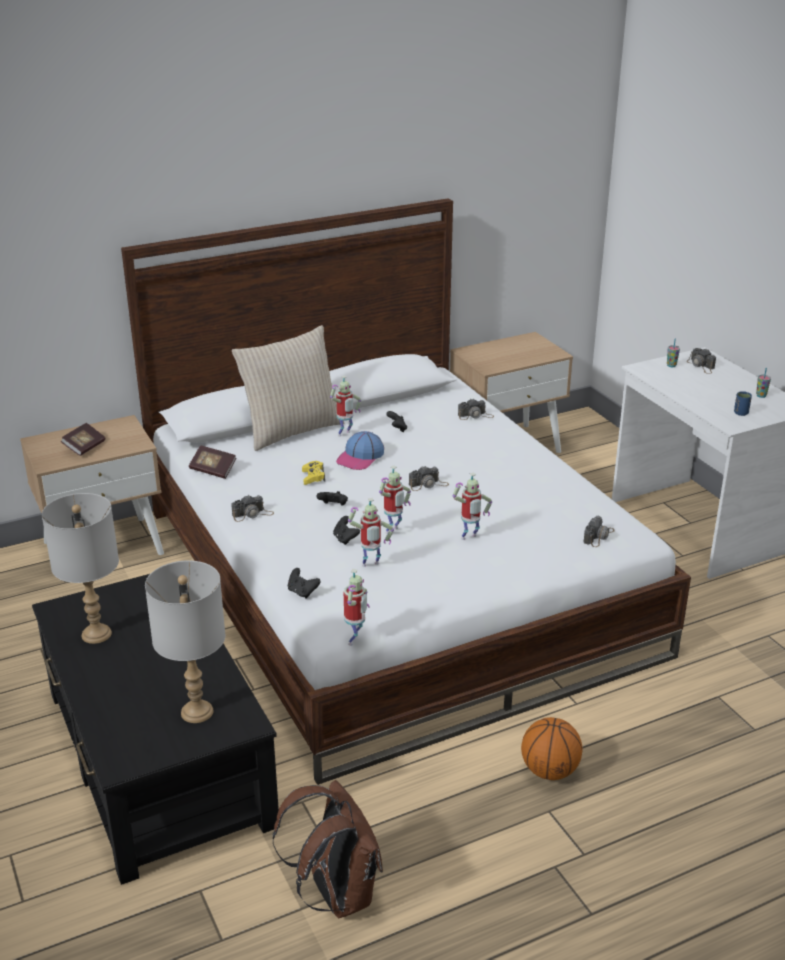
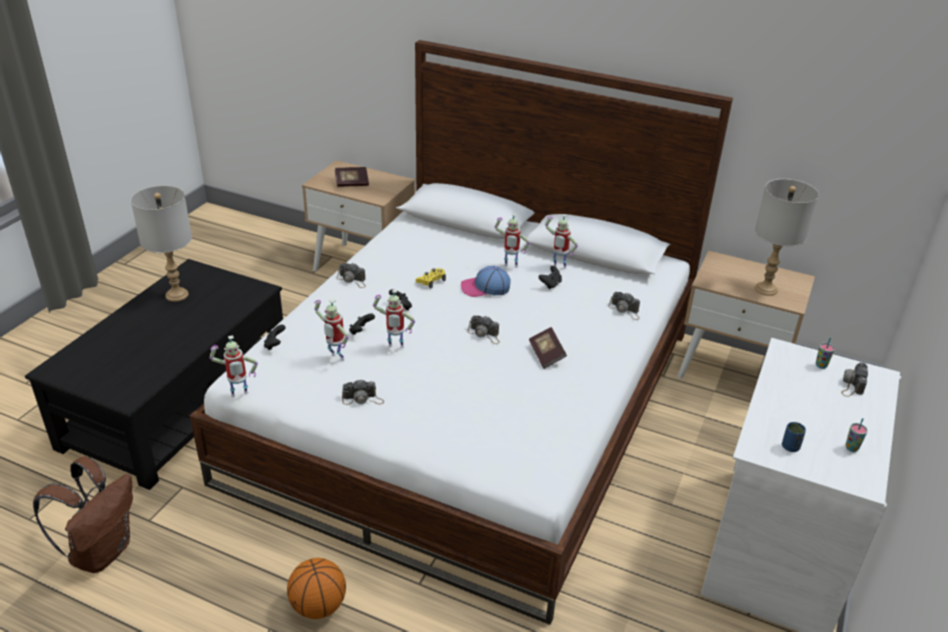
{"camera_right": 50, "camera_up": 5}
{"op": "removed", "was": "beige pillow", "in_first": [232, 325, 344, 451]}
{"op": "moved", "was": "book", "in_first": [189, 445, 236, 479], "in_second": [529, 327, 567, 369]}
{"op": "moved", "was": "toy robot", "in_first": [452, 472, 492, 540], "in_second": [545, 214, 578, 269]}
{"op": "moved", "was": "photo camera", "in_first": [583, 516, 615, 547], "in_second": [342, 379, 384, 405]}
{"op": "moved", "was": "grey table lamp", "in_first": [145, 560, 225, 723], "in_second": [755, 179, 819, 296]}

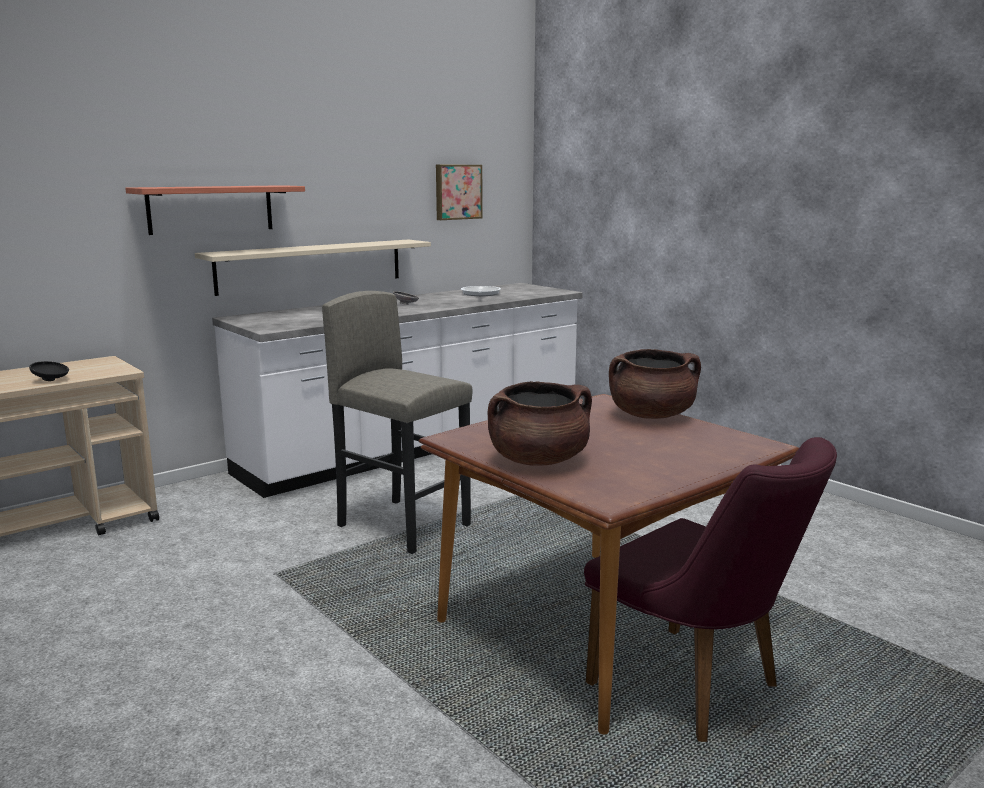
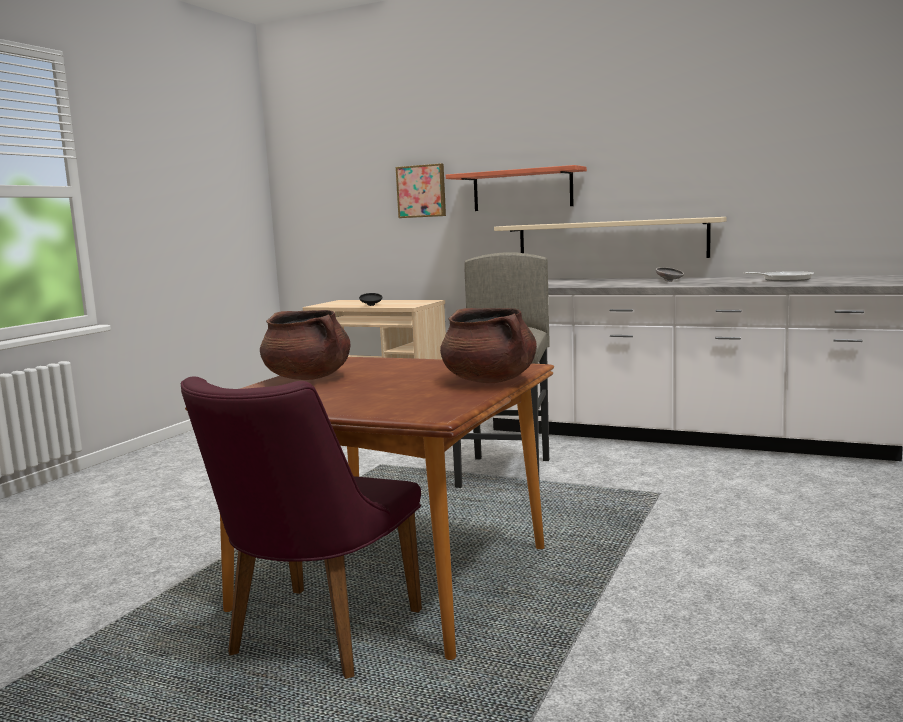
{"camera_right": 65, "camera_up": -5}
{"op": "moved", "was": "picture", "in_first": [436, 165, 482, 220], "in_second": [396, 163, 446, 218]}

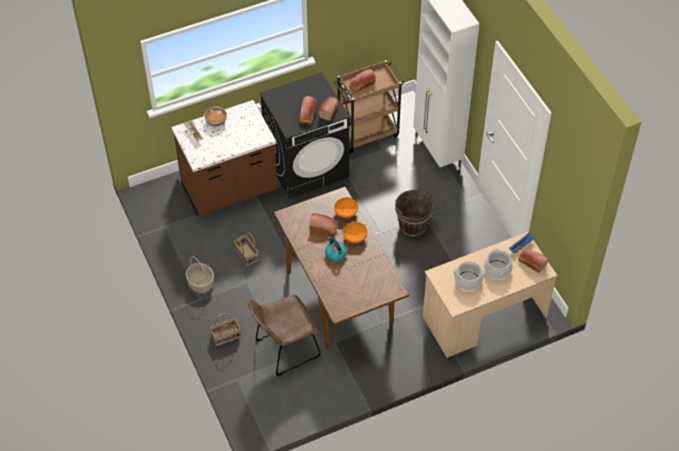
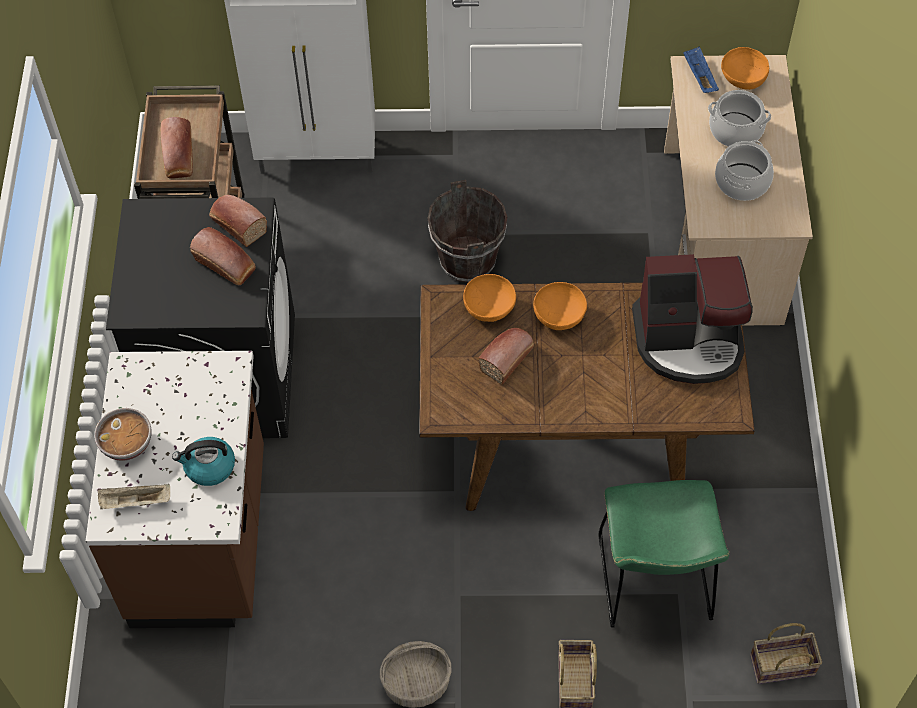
{"camera_right": -65, "camera_up": 5}
{"op": "moved", "was": "basket", "in_first": [233, 233, 259, 266], "in_second": [750, 623, 822, 684]}
{"op": "moved", "was": "kettle", "in_first": [325, 237, 347, 262], "in_second": [172, 437, 235, 486]}
{"op": "replaced", "was": "bread", "now": "orange bowl", "in_first": [518, 249, 548, 273], "in_second": [721, 47, 769, 90]}
{"op": "recoloured", "was": "brown chair", "now": "green chair", "in_first": [247, 295, 320, 376], "in_second": [598, 480, 729, 628]}
{"op": "added", "now": "coffee machine", "in_second": [632, 254, 753, 384]}

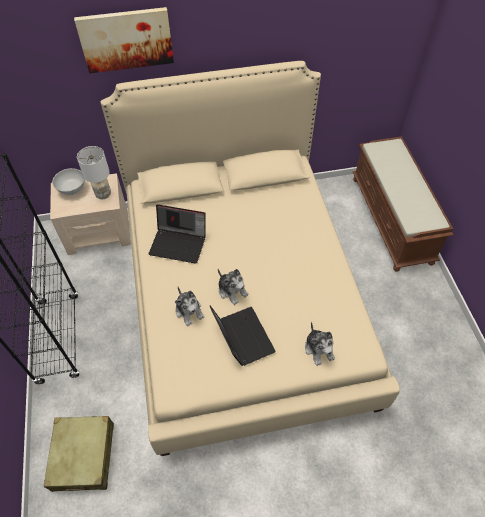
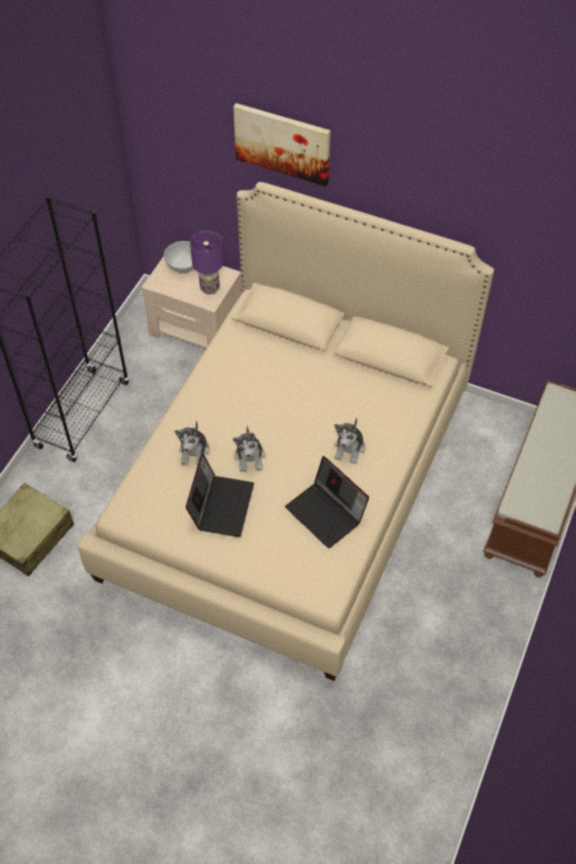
{"camera_right": 35, "camera_up": 0}
{"op": "recoloured", "was": "white table lamp", "now": "purple table lamp", "in_first": [77, 146, 111, 199], "in_second": [190, 230, 223, 294]}
{"op": "moved", "was": "laptop", "in_first": [148, 204, 206, 264], "in_second": [285, 456, 369, 548]}
{"op": "moved", "was": "plush toy", "in_first": [305, 322, 335, 366], "in_second": [334, 417, 365, 464]}

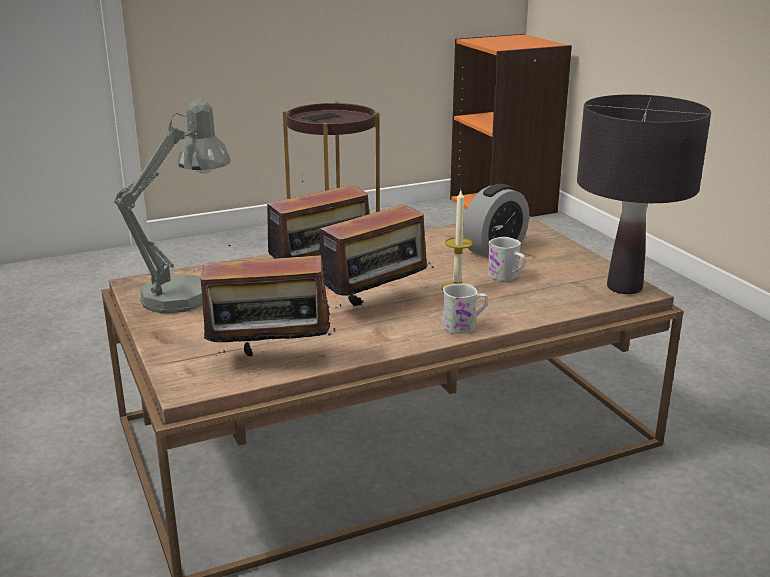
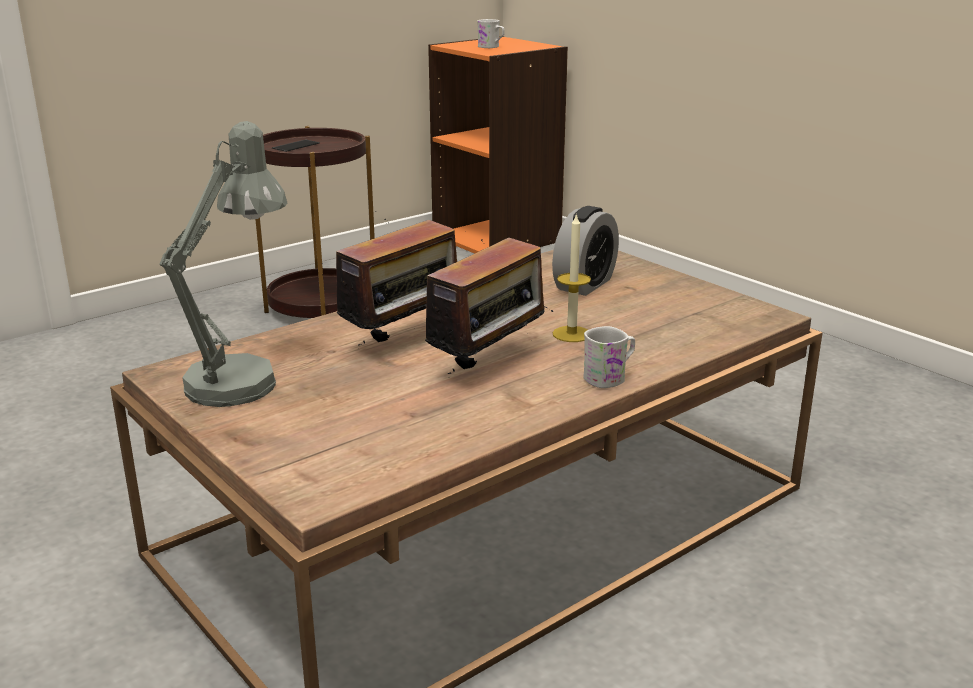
{"camera_right": -15, "camera_up": 0}
{"op": "removed", "was": "black table lamp", "in_first": [577, 94, 711, 294]}
{"op": "removed", "was": "radio", "in_first": [195, 235, 336, 356]}
{"op": "moved", "was": "white mug", "in_first": [488, 237, 525, 281], "in_second": [477, 19, 505, 48]}

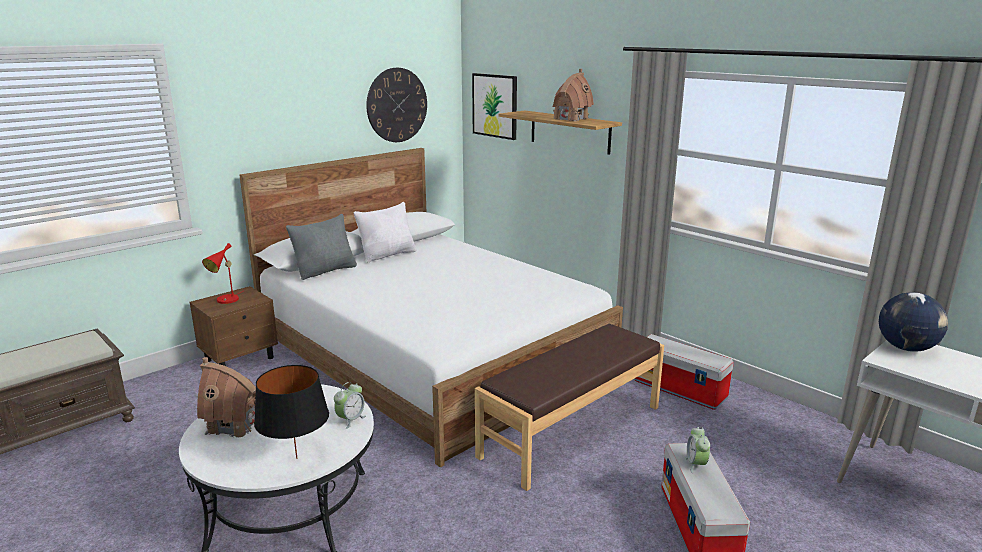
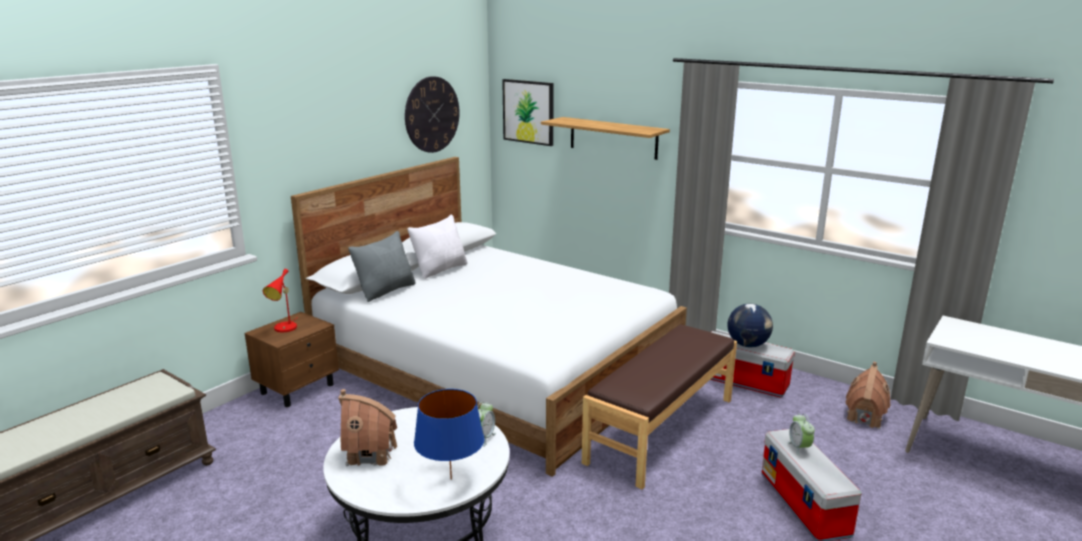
{"camera_right": -10, "camera_up": 0}
{"op": "moved", "was": "toy house", "in_first": [553, 69, 594, 121], "in_second": [846, 362, 890, 429]}
{"op": "moved", "was": "globe", "in_first": [879, 292, 948, 352], "in_second": [728, 304, 773, 347]}
{"op": "recoloured", "was": "black table lamp", "now": "blue table lamp", "in_first": [254, 365, 329, 459], "in_second": [414, 389, 484, 480]}

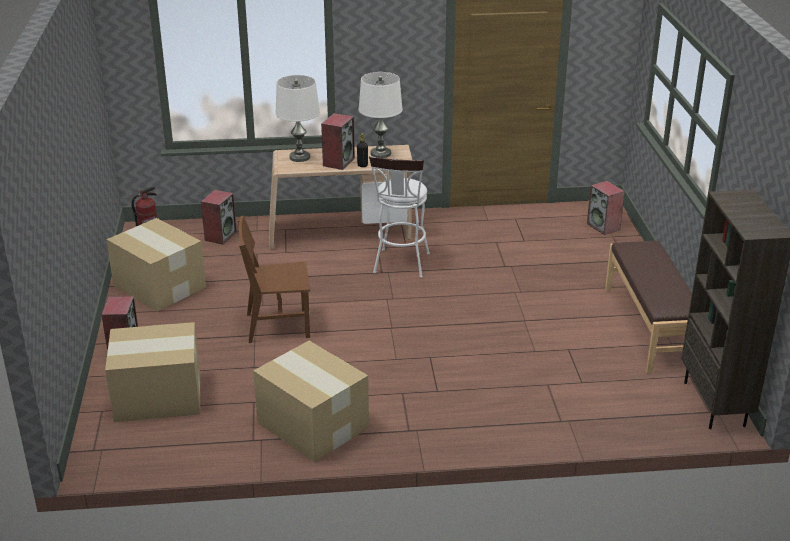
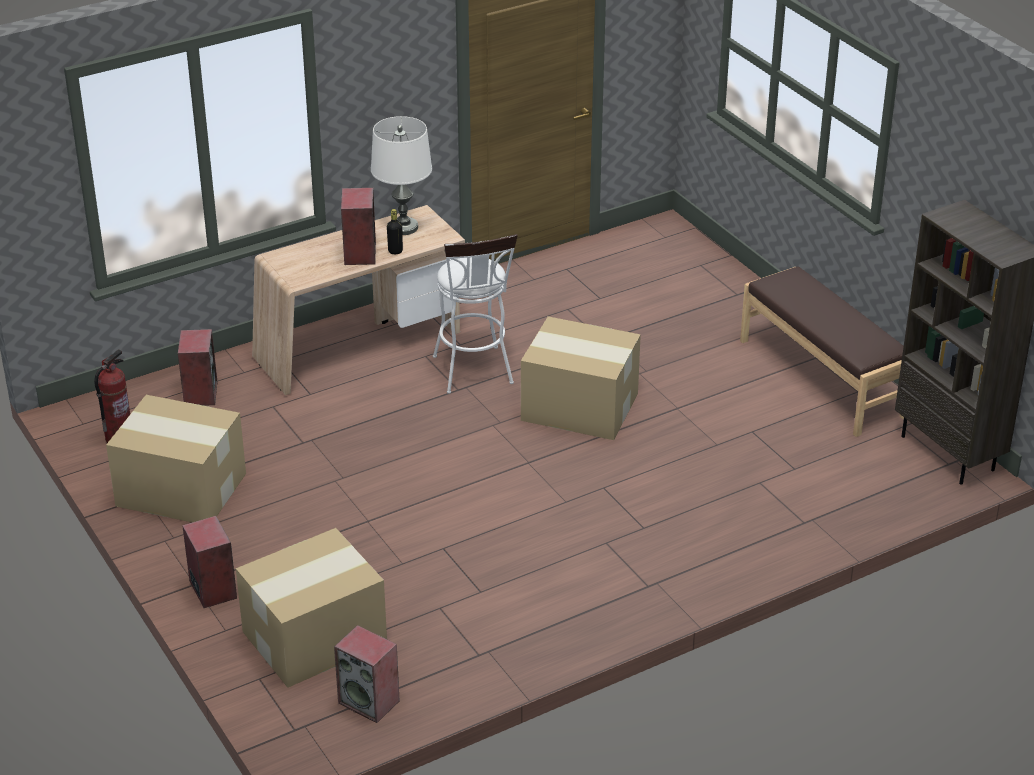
{"camera_right": -25, "camera_up": 5}
{"op": "removed", "was": "white table lamp", "in_first": [275, 75, 320, 162]}
{"op": "moved", "was": "speaker", "in_first": [587, 181, 625, 235], "in_second": [334, 625, 400, 723]}
{"op": "removed", "was": "brown chair", "in_first": [238, 216, 310, 343]}
{"op": "moved", "was": "cardboard box", "in_first": [253, 341, 369, 462], "in_second": [521, 316, 641, 440]}

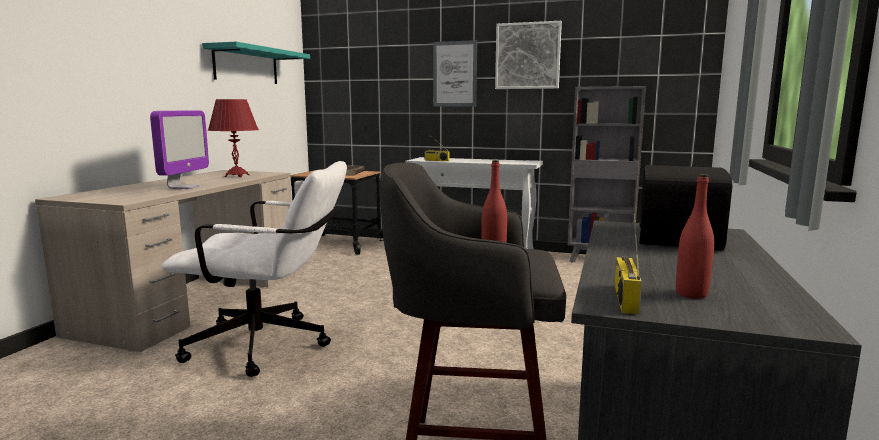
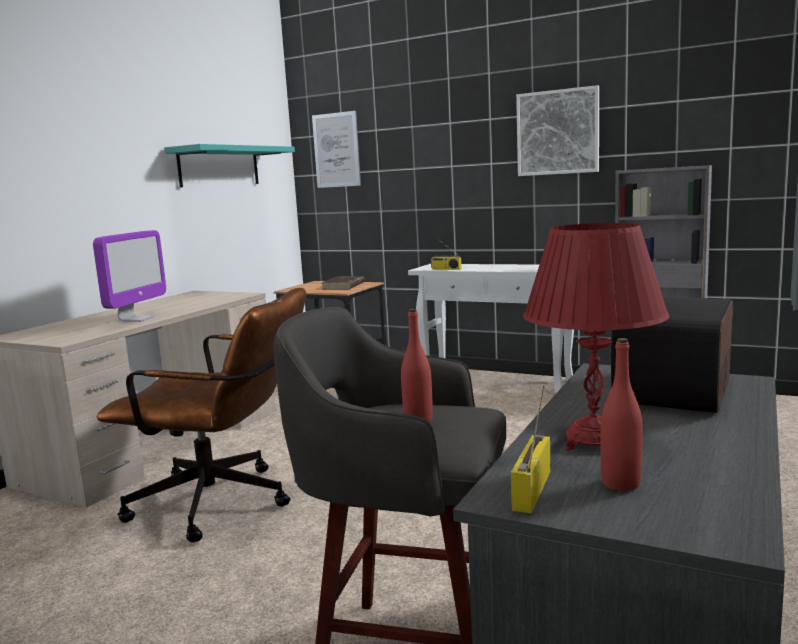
{"camera_right": 10, "camera_up": 0}
{"op": "moved", "was": "picture", "in_first": [433, 40, 477, 107], "in_second": [312, 111, 361, 188]}
{"op": "moved", "was": "red table lamp", "in_first": [208, 99, 259, 177], "in_second": [523, 223, 669, 450]}
{"op": "recoloured", "was": "white office chair", "now": "brown office chair", "in_first": [162, 161, 347, 377], "in_second": [97, 288, 306, 542]}

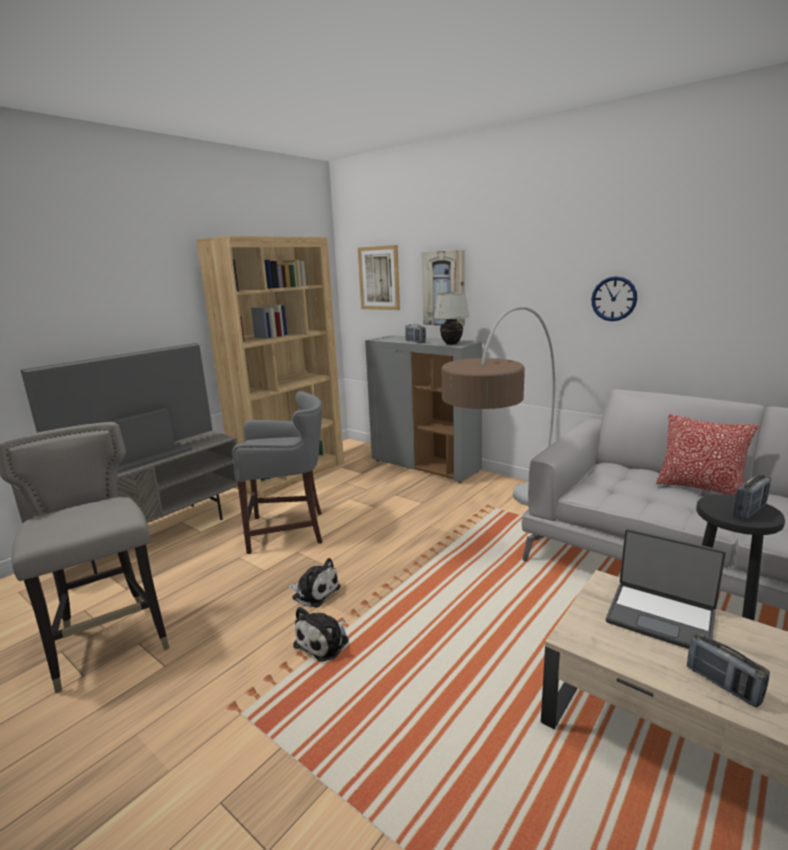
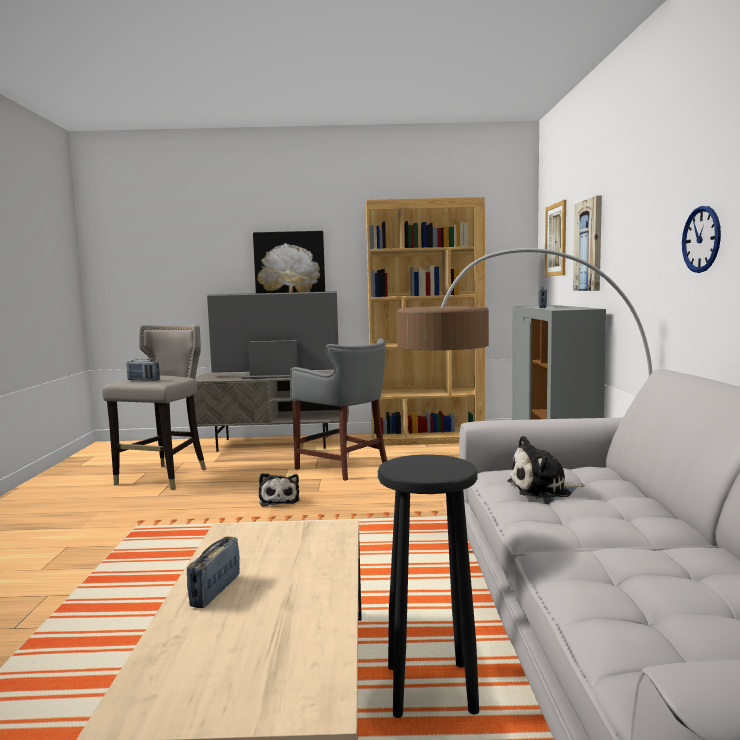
{"camera_right": 50, "camera_up": -10}
{"op": "removed", "was": "white table lamp", "in_first": [434, 292, 469, 345]}
{"op": "removed", "was": "pillow", "in_first": [656, 414, 759, 495]}
{"op": "moved", "was": "radio", "in_first": [733, 474, 771, 520], "in_second": [127, 359, 160, 381]}
{"op": "removed", "was": "laptop", "in_first": [606, 529, 726, 649]}
{"op": "moved", "was": "plush toy", "in_first": [293, 607, 349, 662], "in_second": [508, 436, 585, 499]}
{"op": "added", "now": "picture", "in_second": [253, 231, 325, 293]}

